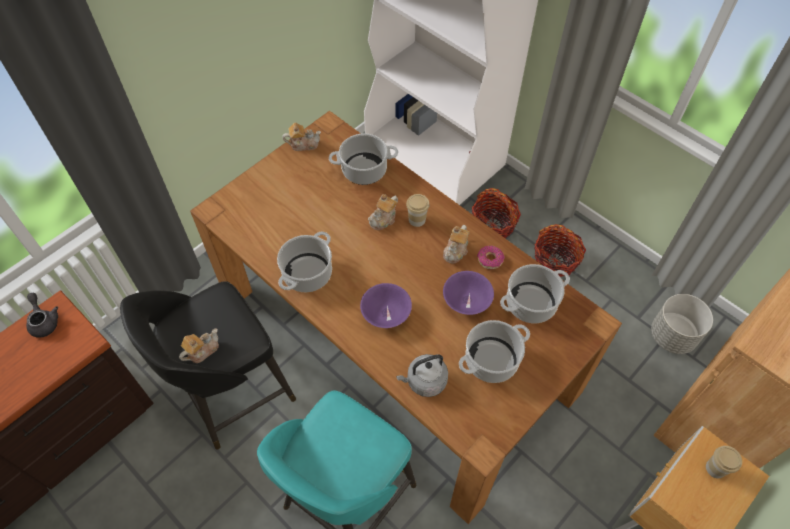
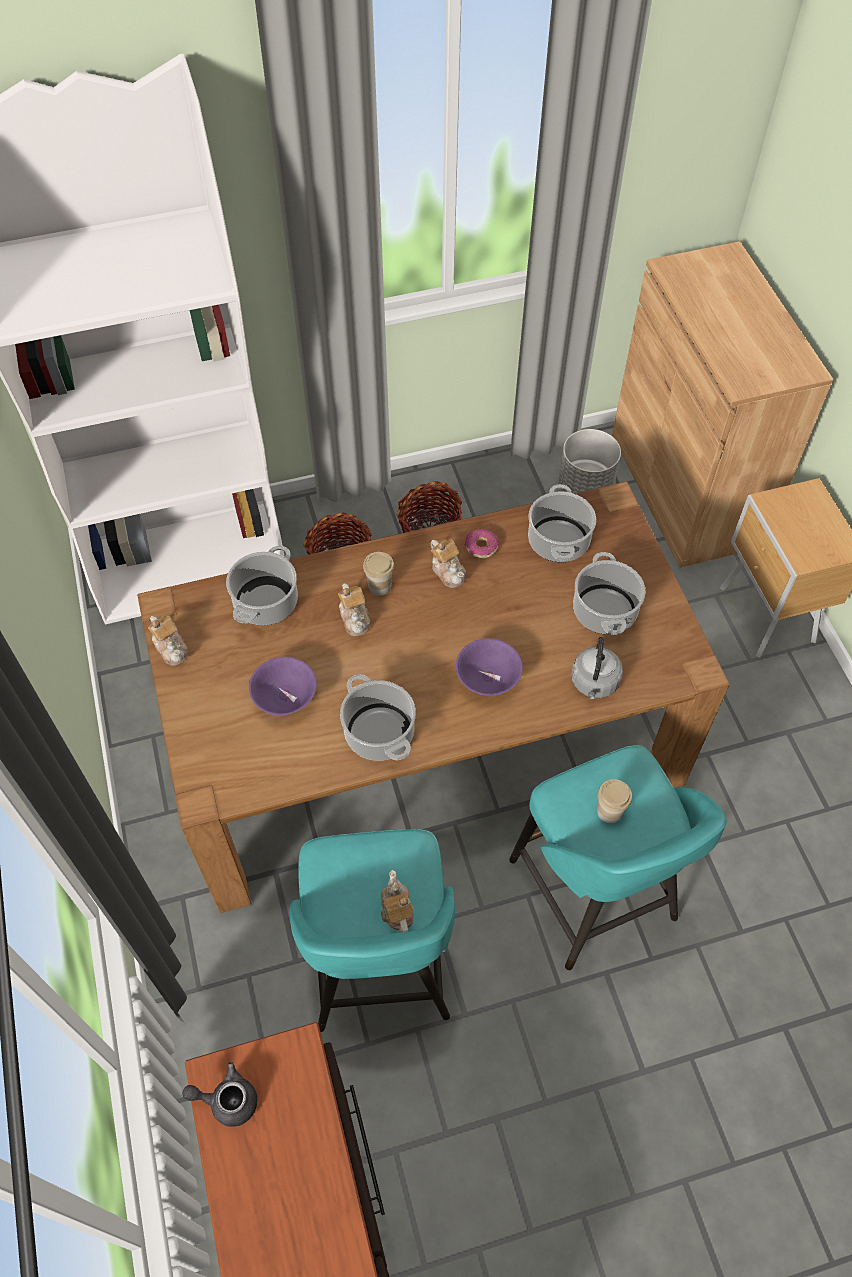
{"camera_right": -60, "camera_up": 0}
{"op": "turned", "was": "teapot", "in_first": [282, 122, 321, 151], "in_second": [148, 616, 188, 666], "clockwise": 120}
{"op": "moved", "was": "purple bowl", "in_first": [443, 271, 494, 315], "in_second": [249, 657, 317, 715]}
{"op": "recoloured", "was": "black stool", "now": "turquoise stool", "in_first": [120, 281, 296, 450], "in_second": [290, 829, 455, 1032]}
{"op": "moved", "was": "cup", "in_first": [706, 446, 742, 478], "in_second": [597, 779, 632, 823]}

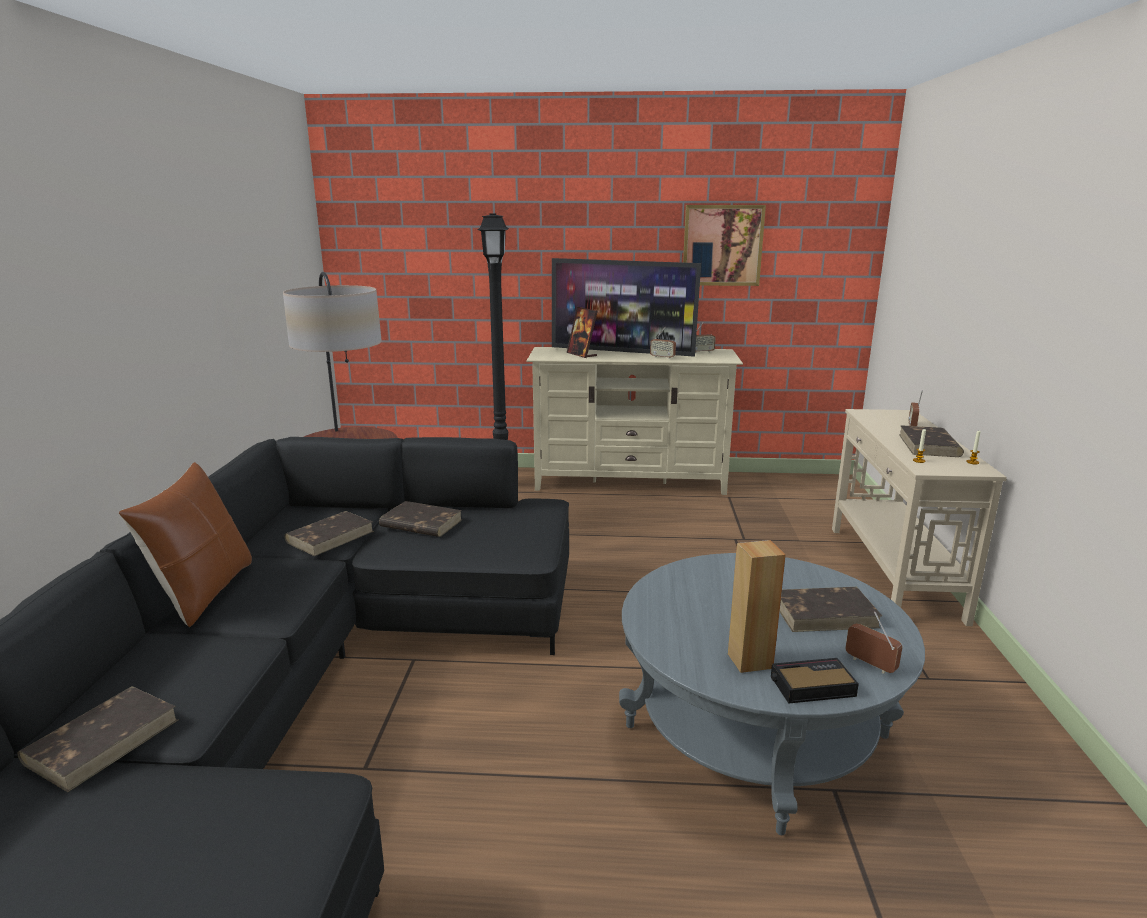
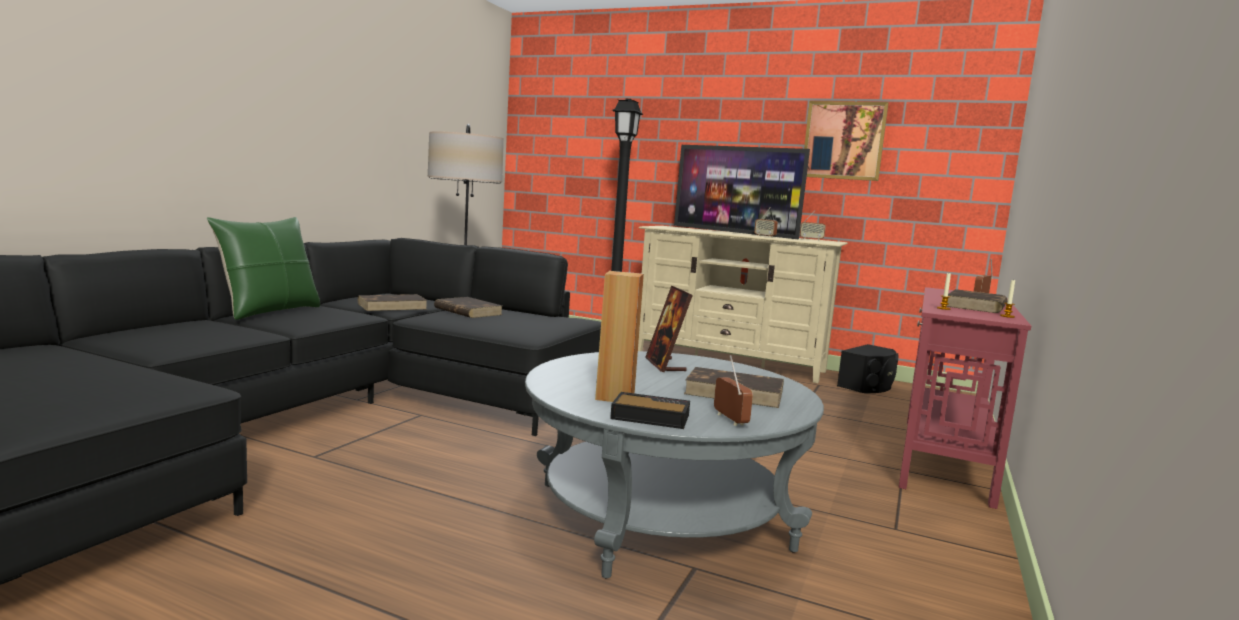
{"camera_right": 20, "camera_up": -10}
{"op": "moved", "was": "picture frame", "in_first": [567, 307, 598, 358], "in_second": [645, 285, 693, 372]}
{"op": "recoloured", "was": "beige console table", "now": "red console table", "in_first": [832, 409, 1007, 626], "in_second": [899, 287, 1031, 509]}
{"op": "recoloured", "was": "brown pillow", "now": "green pillow", "in_first": [119, 462, 252, 627], "in_second": [207, 217, 320, 320]}
{"op": "removed", "was": "brown book", "in_first": [17, 686, 178, 792]}
{"op": "added", "now": "black speaker", "in_second": [837, 344, 898, 393]}

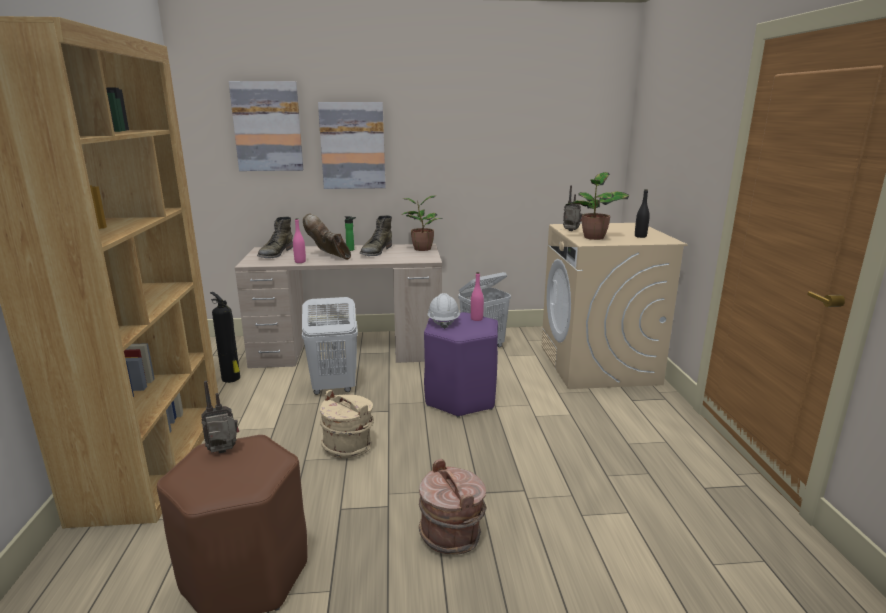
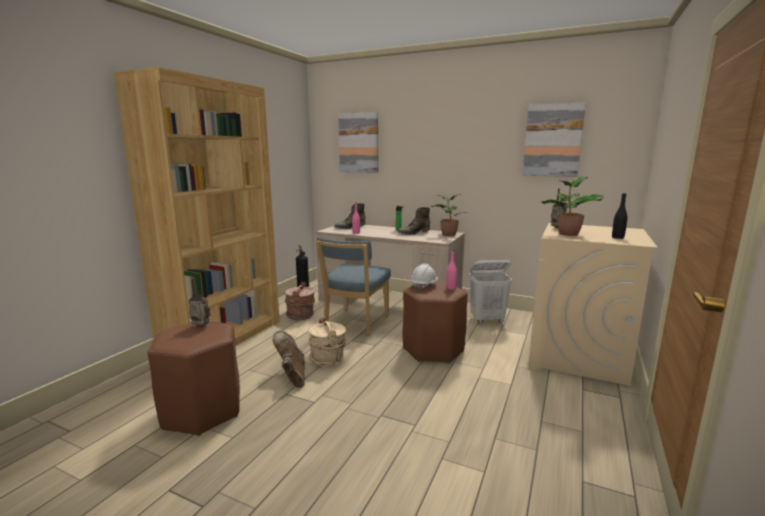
{"camera_right": 30, "camera_up": -5}
{"op": "moved", "was": "picture", "in_first": [318, 102, 386, 189], "in_second": [523, 103, 586, 177]}
{"op": "moved", "was": "brown boot", "in_first": [303, 214, 351, 260], "in_second": [273, 331, 305, 388]}
{"op": "replaced", "was": "white laundry basket", "now": "blue chair", "in_first": [302, 297, 358, 395], "in_second": [316, 237, 391, 335]}
{"op": "recoloured", "was": "purple stool", "now": "brown stool", "in_first": [424, 312, 498, 417], "in_second": [403, 283, 468, 364]}
{"op": "moved", "was": "brown bucket", "in_first": [419, 459, 486, 555], "in_second": [285, 282, 315, 320]}

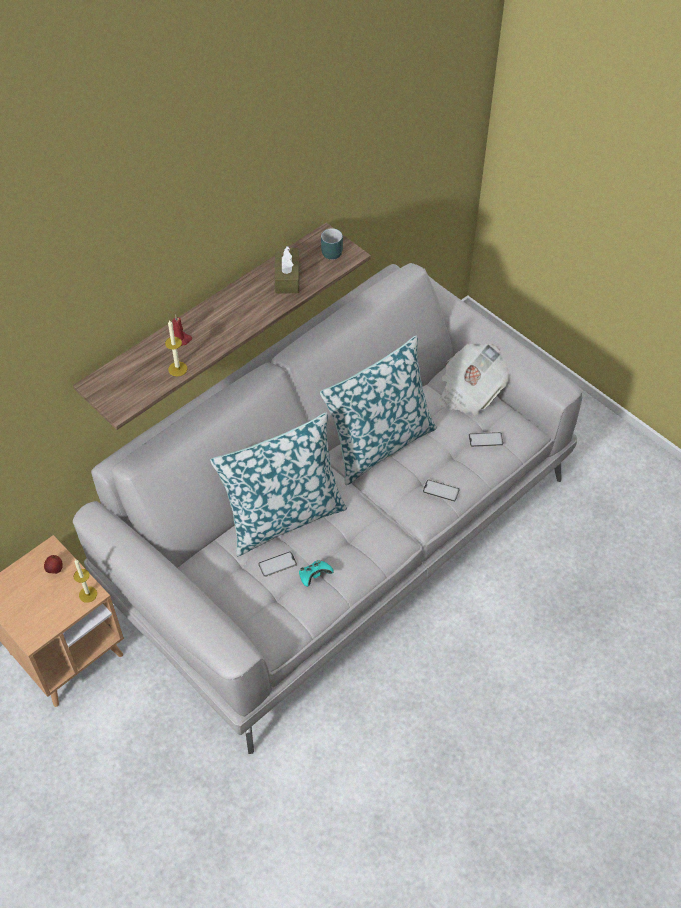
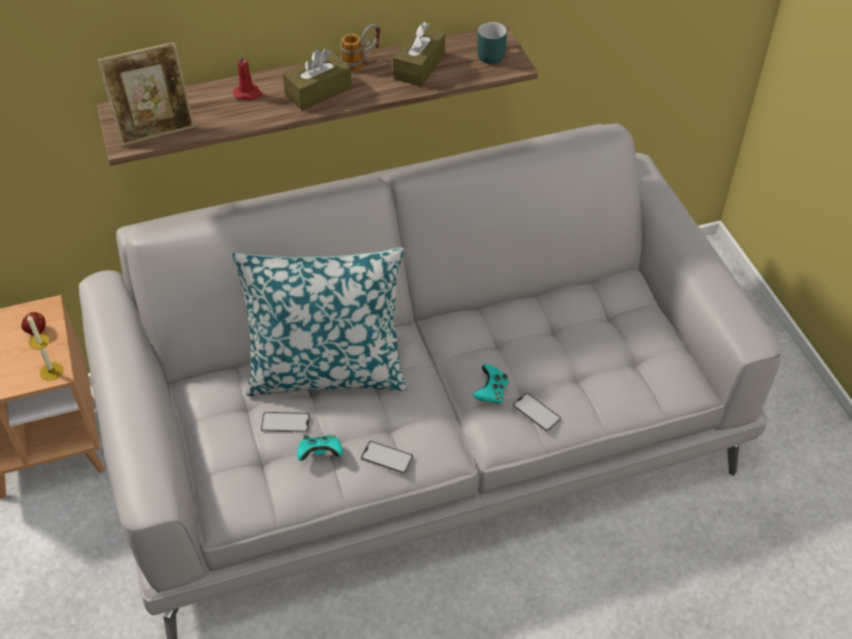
{"camera_right": 25, "camera_up": -5}
{"op": "removed", "was": "candle", "in_first": [165, 320, 188, 376]}
{"op": "removed", "was": "pillow", "in_first": [320, 336, 437, 485]}
{"op": "removed", "was": "newspaper", "in_first": [439, 344, 509, 415]}
{"op": "moved", "was": "phone", "in_first": [469, 432, 503, 447], "in_second": [361, 441, 413, 474]}
{"op": "added", "now": "mug", "in_second": [341, 24, 380, 72]}
{"op": "added", "now": "picture frame", "in_second": [98, 42, 195, 146]}
{"op": "added", "now": "brown tissue box", "in_second": [283, 48, 352, 111]}
{"op": "added", "now": "turquoise game controller", "in_second": [473, 364, 509, 404]}

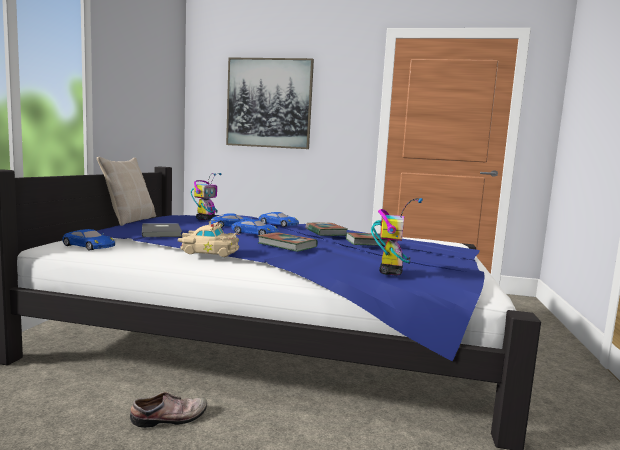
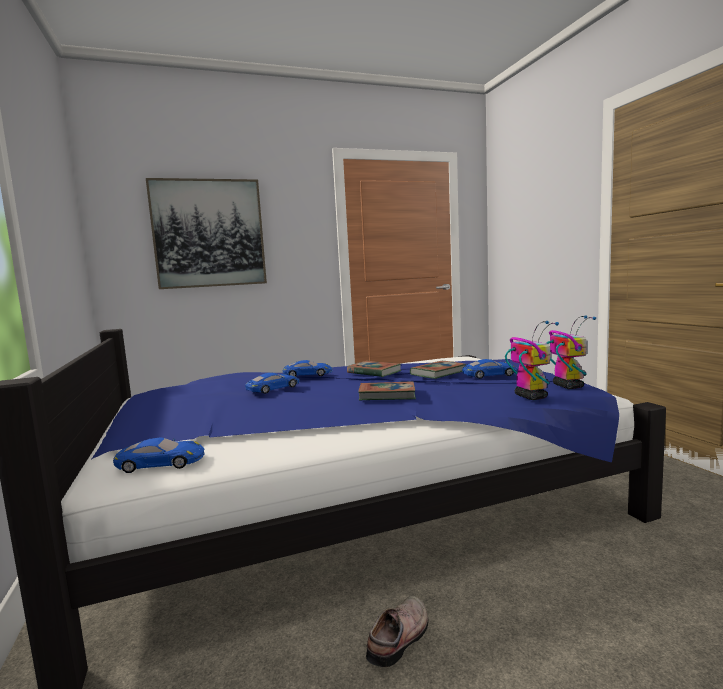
{"camera_right": -30, "camera_up": 0}
{"op": "removed", "was": "beige pillow", "in_first": [97, 157, 156, 226]}
{"op": "moved", "was": "toy robot", "in_first": [191, 173, 222, 220], "in_second": [546, 315, 596, 389]}
{"op": "moved", "was": "blue toy car", "in_first": [232, 219, 279, 235], "in_second": [462, 359, 517, 379]}
{"op": "removed", "was": "beige toy car", "in_first": [178, 221, 240, 257]}
{"op": "removed", "was": "grey book", "in_first": [142, 224, 182, 237]}

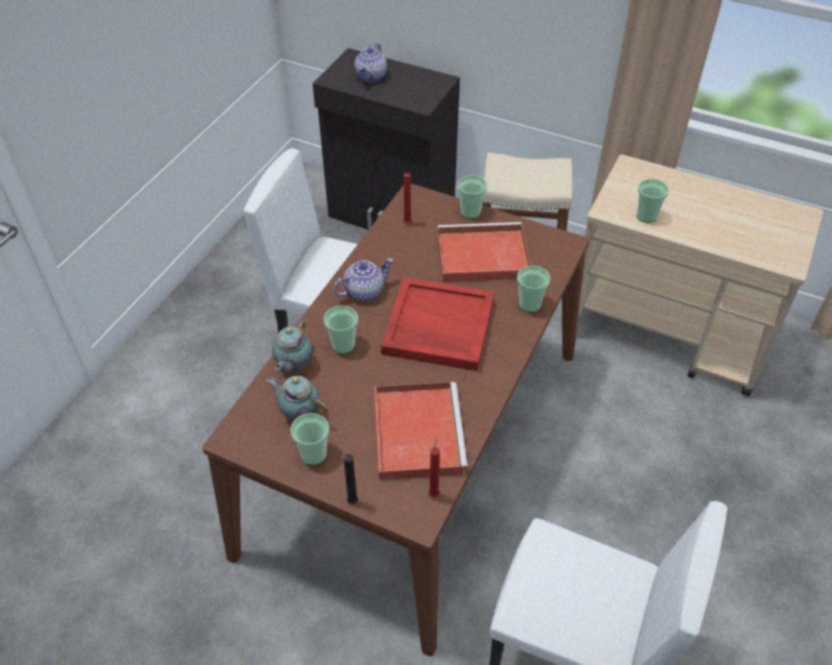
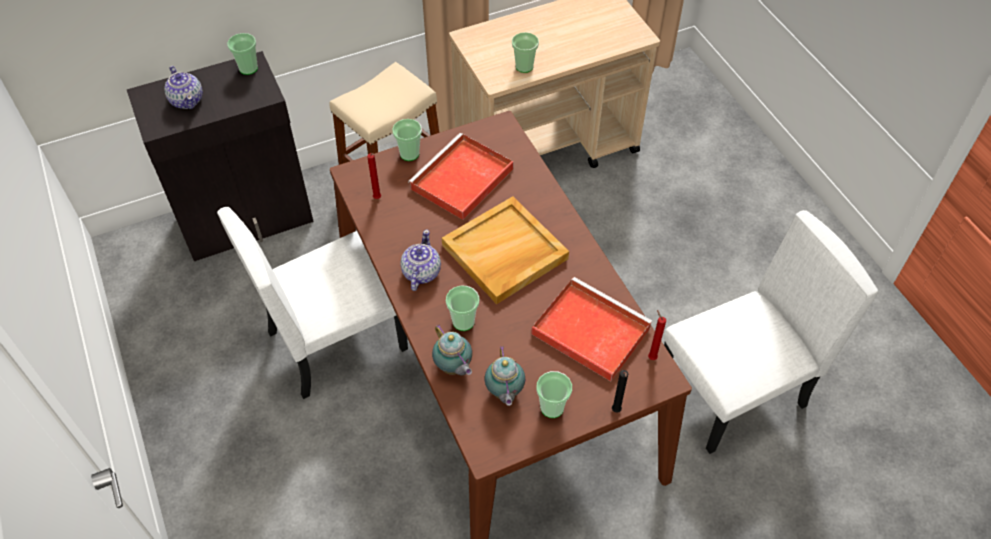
{"camera_right": -50, "camera_up": 5}
{"op": "moved", "was": "cup", "in_first": [517, 265, 551, 313], "in_second": [227, 33, 258, 75]}
{"op": "recoloured", "was": "red tray", "now": "beige tray", "in_first": [381, 277, 495, 371], "in_second": [442, 196, 569, 304]}
{"op": "turned", "was": "teapot", "in_first": [266, 376, 327, 422], "in_second": [485, 346, 525, 406], "clockwise": -75}

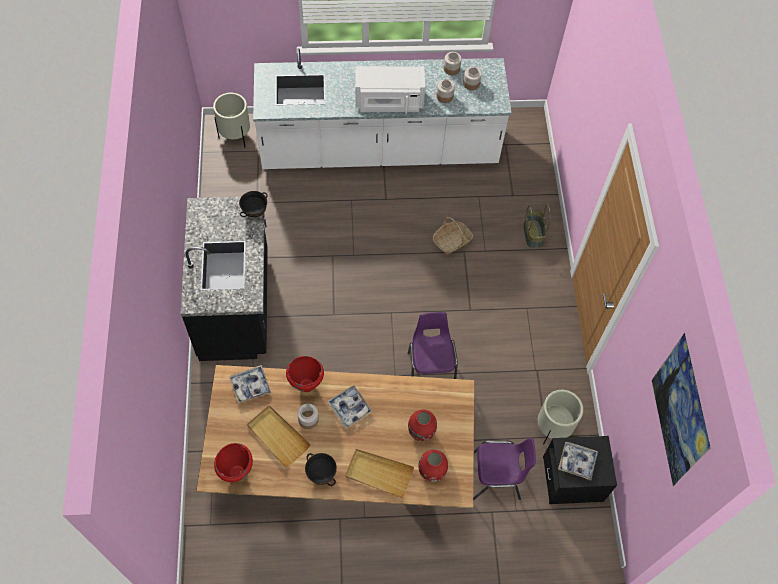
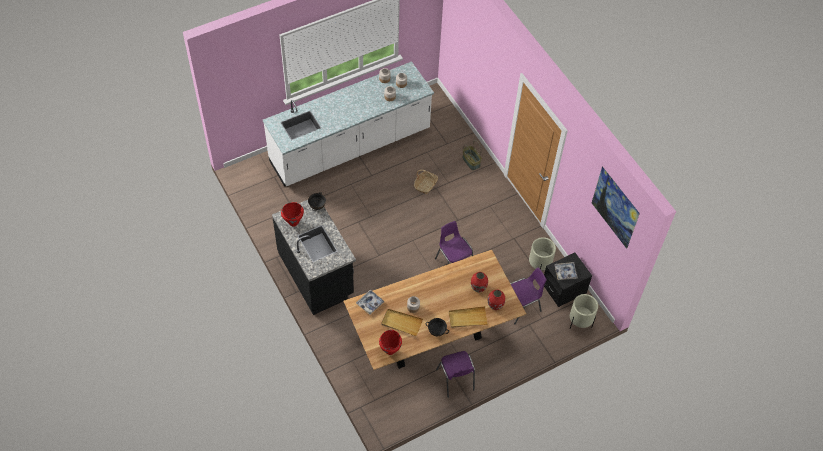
{"camera_right": -25, "camera_up": -5}
{"op": "removed", "was": "white microwave", "in_first": [356, 66, 425, 114]}
{"op": "moved", "was": "beige planter", "in_first": [213, 93, 250, 147], "in_second": [570, 294, 598, 329]}
{"op": "moved", "was": "red cooking pot", "in_first": [286, 356, 324, 392], "in_second": [281, 202, 304, 227]}
{"op": "removed", "was": "tray", "in_first": [327, 385, 373, 428]}
{"op": "added", "now": "purple chair", "in_second": [436, 351, 475, 398]}

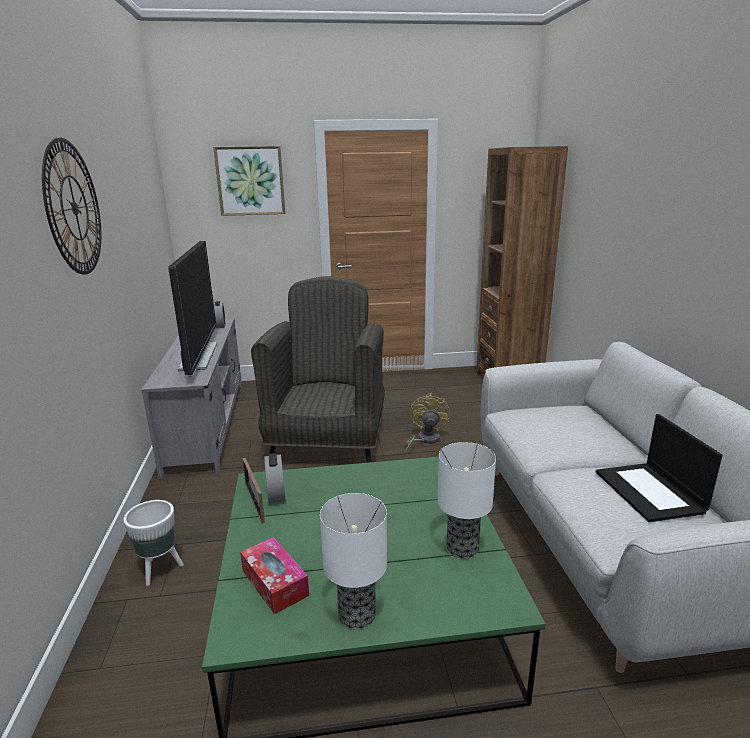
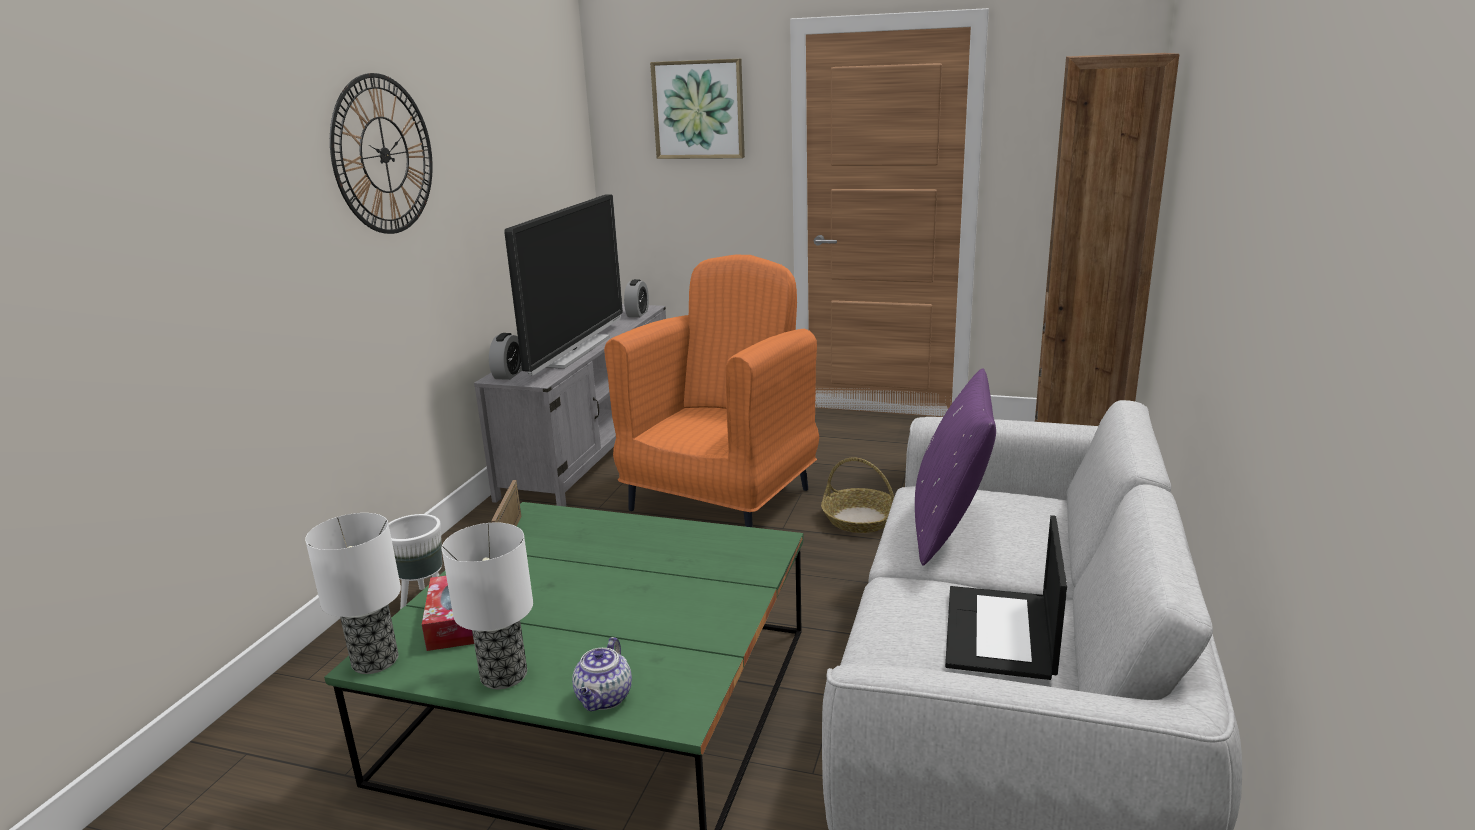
{"camera_right": 25, "camera_up": 0}
{"op": "recoloured", "was": "grey armchair", "now": "orange armchair", "in_first": [251, 276, 385, 463], "in_second": [604, 255, 819, 527]}
{"op": "replaced", "was": "yellow fan", "now": "basket", "in_first": [404, 393, 450, 454], "in_second": [821, 458, 894, 533]}
{"op": "moved", "was": "table lamp", "in_first": [438, 442, 496, 559], "in_second": [305, 513, 401, 674]}
{"op": "moved", "was": "alarm clock", "in_first": [264, 453, 285, 504], "in_second": [489, 333, 522, 380]}
{"op": "added", "now": "purple pillow", "in_second": [915, 368, 996, 566]}
{"op": "added", "now": "teapot", "in_second": [572, 637, 632, 711]}

